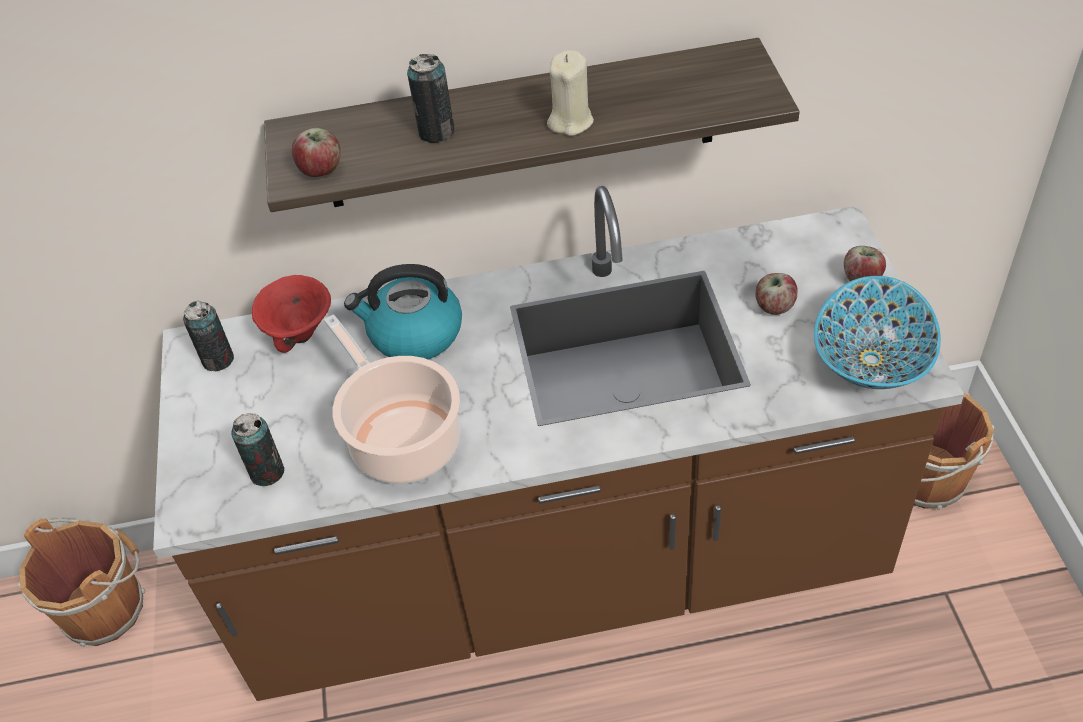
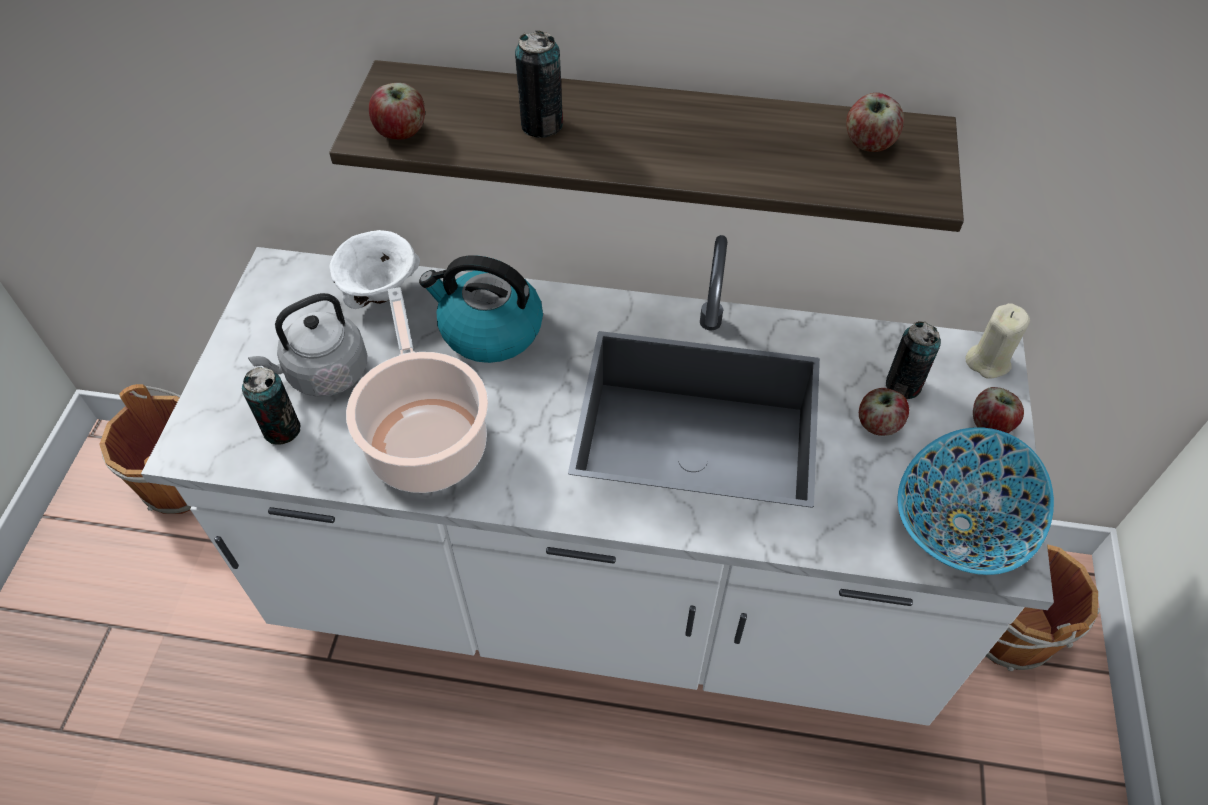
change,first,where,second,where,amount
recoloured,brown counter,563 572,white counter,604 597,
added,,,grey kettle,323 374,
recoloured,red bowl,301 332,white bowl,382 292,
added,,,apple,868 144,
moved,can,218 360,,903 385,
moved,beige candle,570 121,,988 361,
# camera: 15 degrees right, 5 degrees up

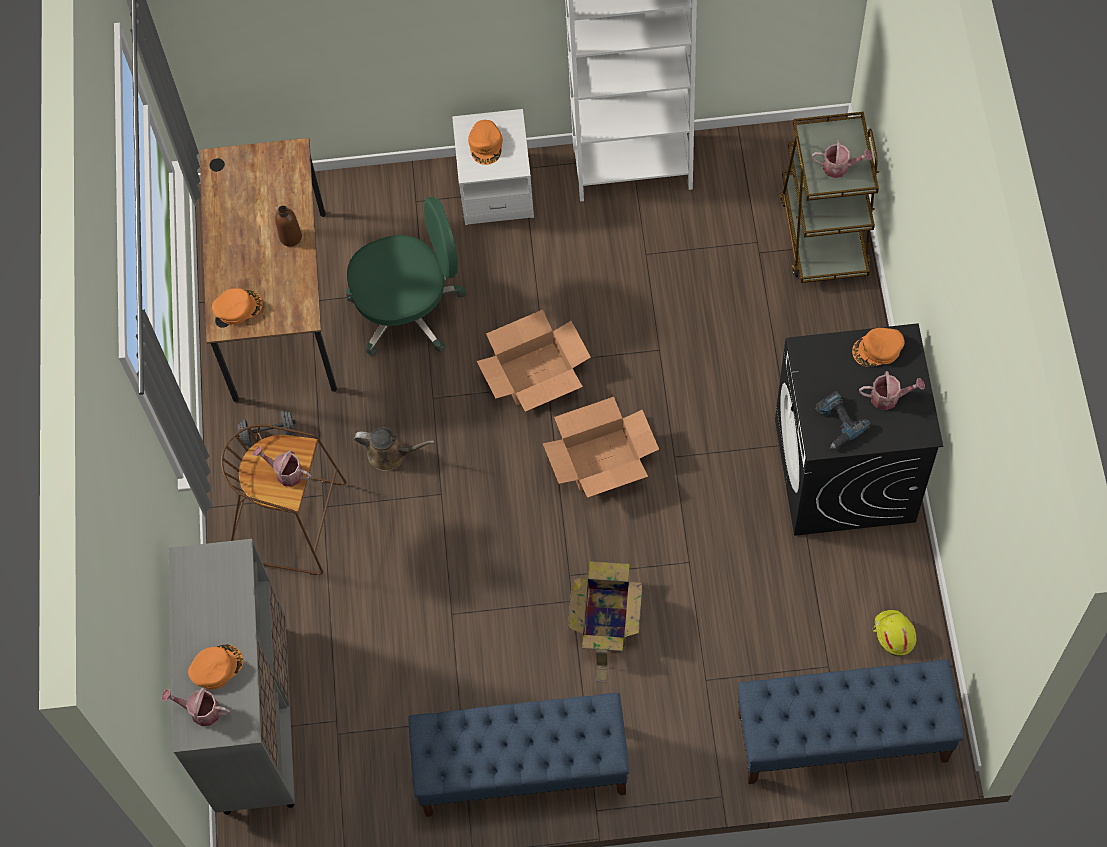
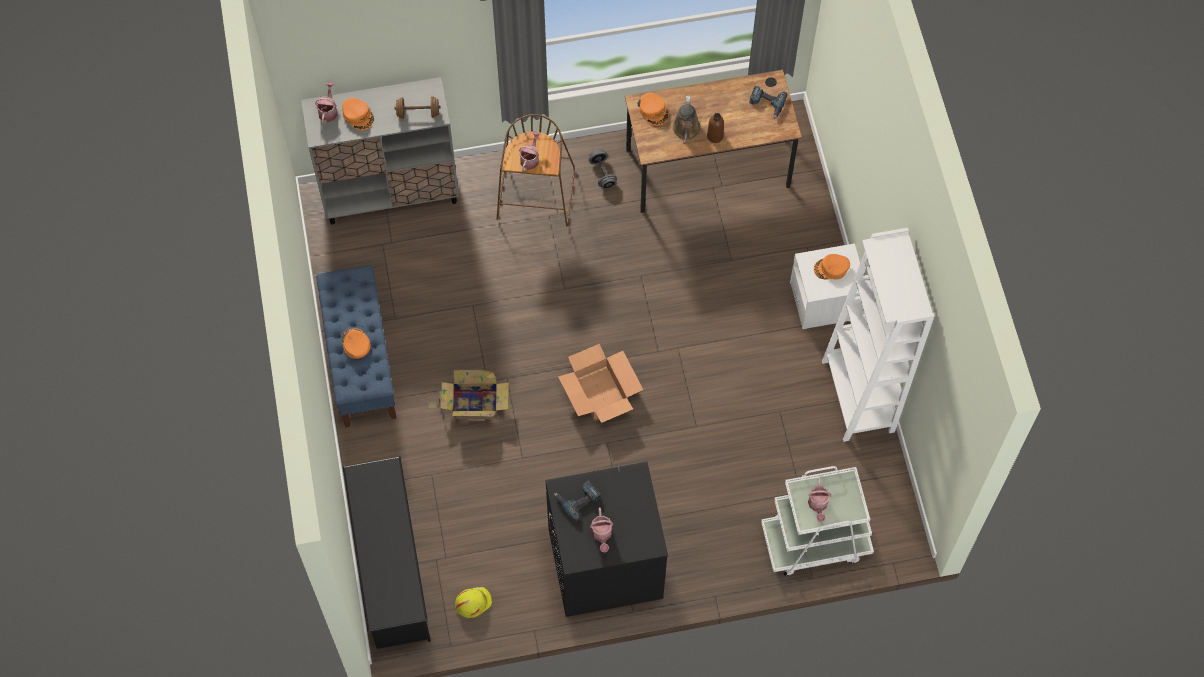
change,first,where,second,where,amount
moved,orange cap,877 349,,355 344,
replaced,blue bench,841 738,black shoe rack,391 568,
added,,,brown dumbbell,418 113,
moved,brown watering can,390 454,,686 130,
added,,,power drill,766 104,
recoloured,brown cart,823 233,white cart,815 541,
removed,green office chair,409 309,,,
removed,cardboard box,535 373,,,
# camera: 80 degrees right, 0 degrees up

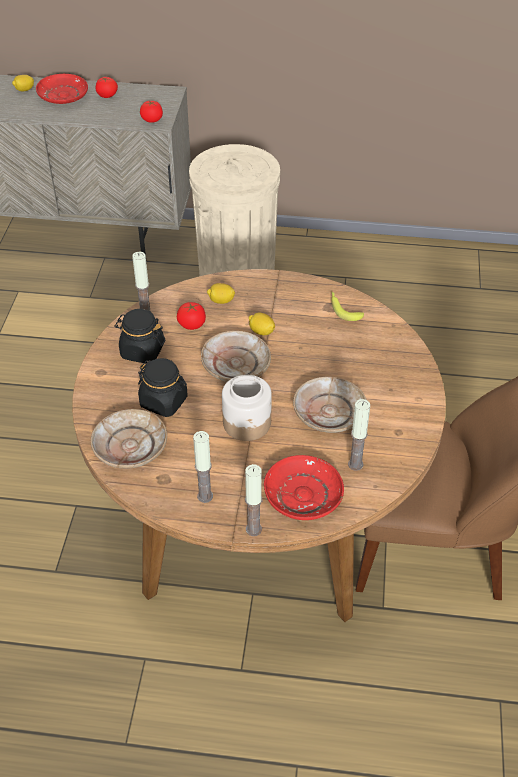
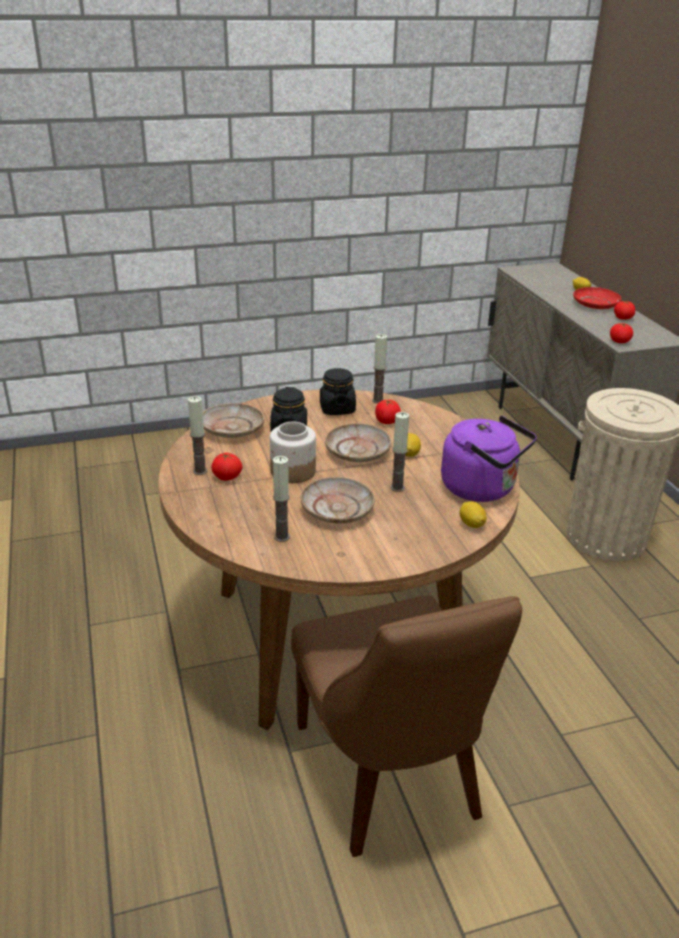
change,first,where,second,where,amount
added,,,tomato,227 477,
moved,candle,253 529,,397 487,
replaced,banana,343 309,purple kettle,482 489,
moved,lemon,221 301,,471 524,
removed,red plate,303 494,,,
# camera: 65 degrees right, 15 degrees down

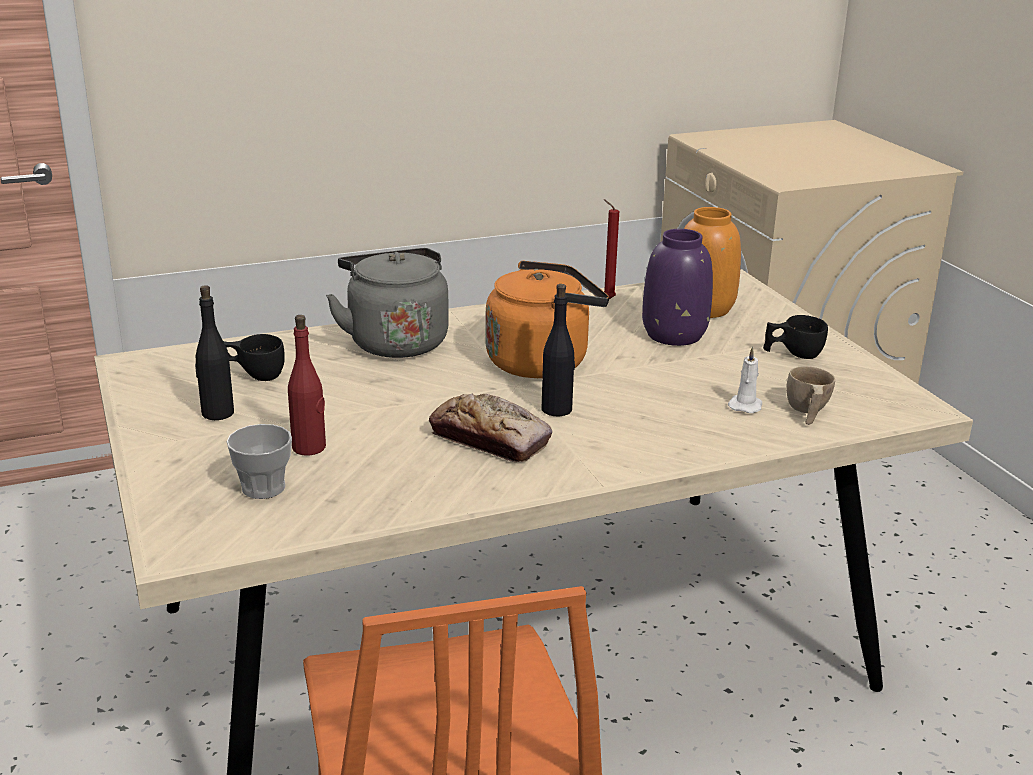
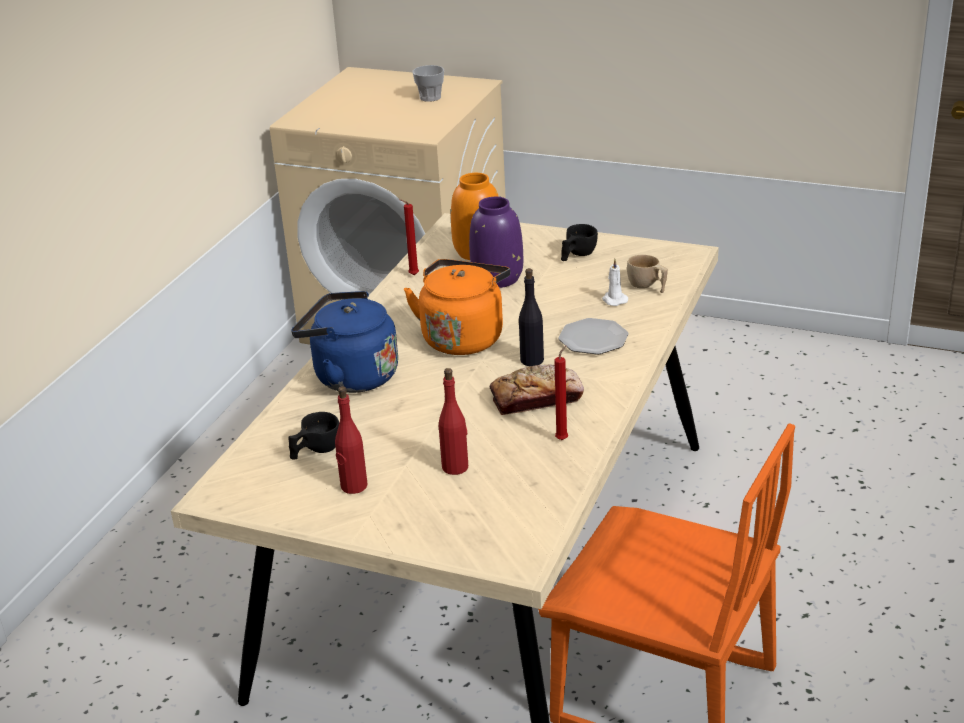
change,first,where,second,where,amount
recoloured,grey kettle,395 341,blue kettle,350 376,
recoloured,black bottle,217 413,red bottle,353 486,
moved,cup,263 487,,430 97,
added,,,red candle,563 439,
added,,,plate,593 339,
# camera: 45 degrees left, 5 degrees up

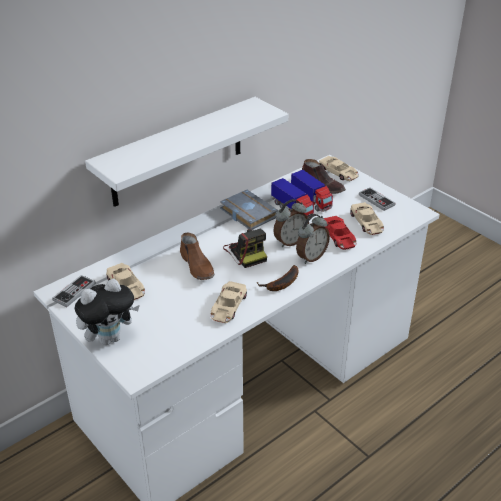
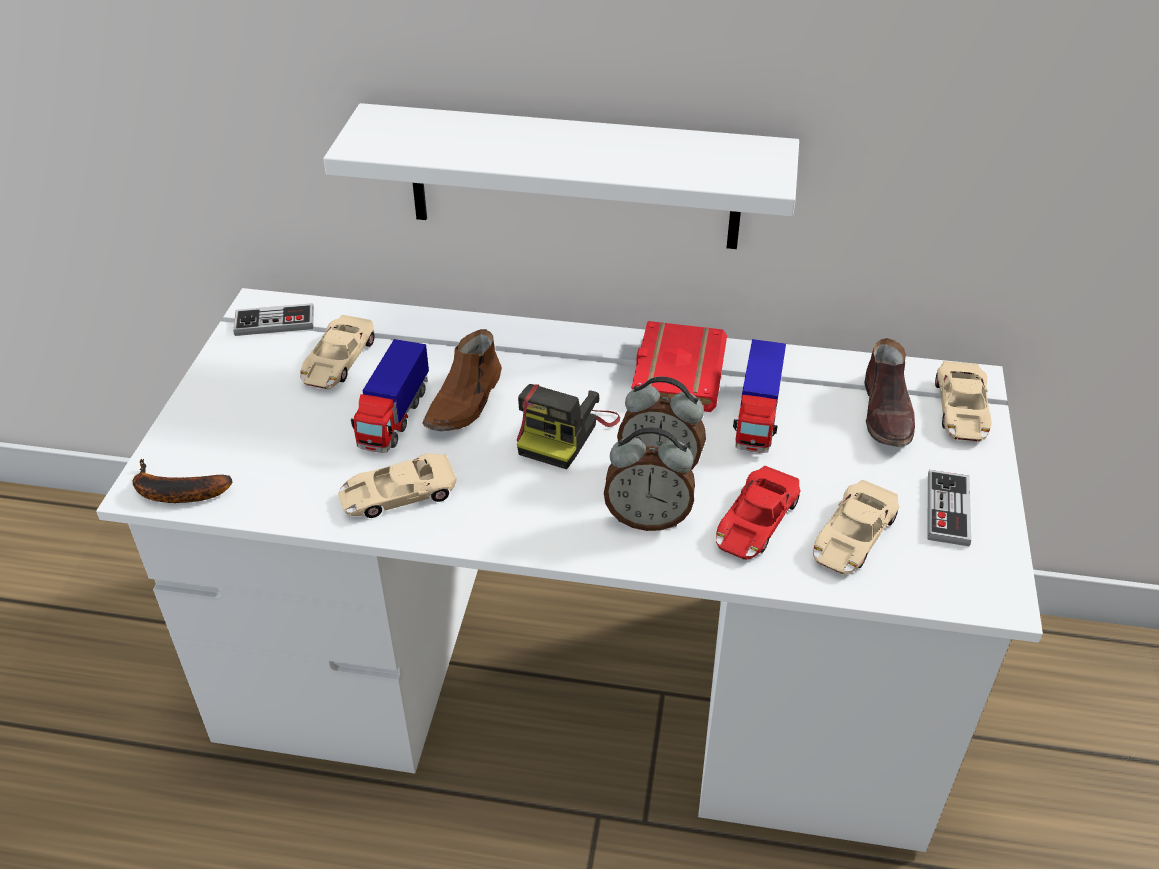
change,first,where,second,where,amount
moved,banana,281 284,,173 492,
moved,toy truck,311 201,,394 418,
recoloured,grey book,247 213,red book,675 372,
removed,plush toy,110 338,,,
# camera: 50 degrees right, 5 degrees up

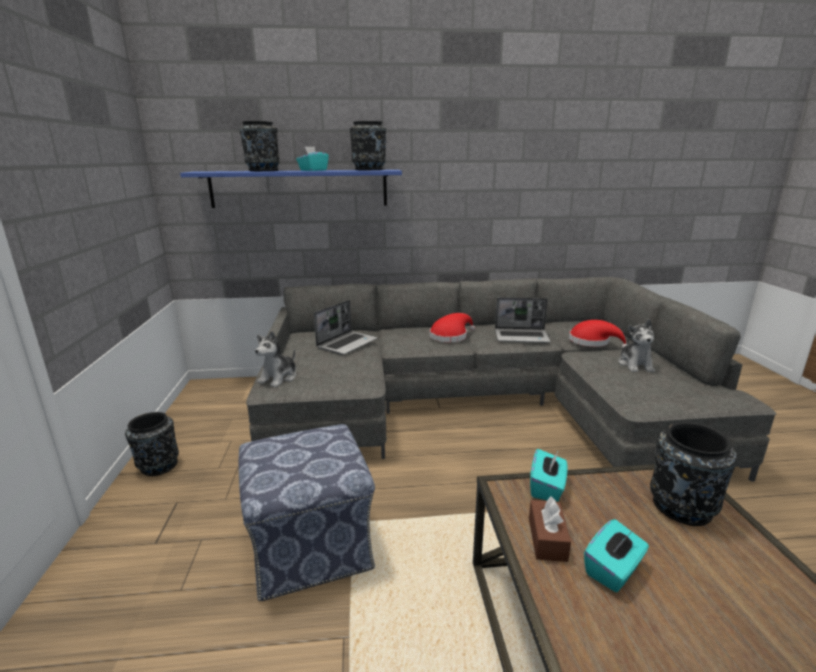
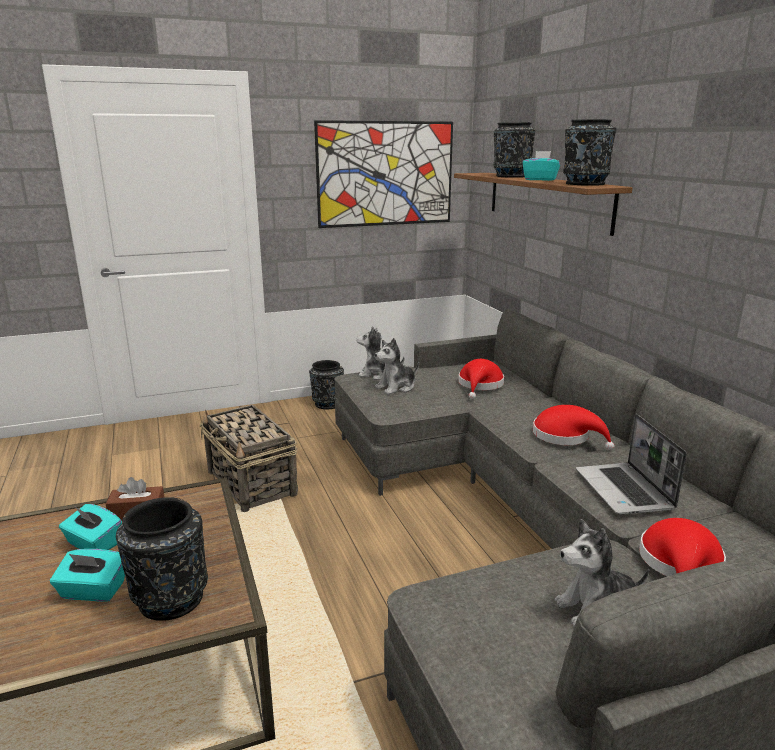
change,first,where,second,where,amount
moved,turquoise tissue box,547 488,,93 591,
replaced,ottoman,311 544,basket,252 484,
added,,,picture,385 174,
added,,,plush toy,396 387,
recoloured,blue shelf,299 188,brown shelf,546 200,
replaced,laptop,347 343,red hat,480 385,
# camera: 75 degrees right, 0 degrees up

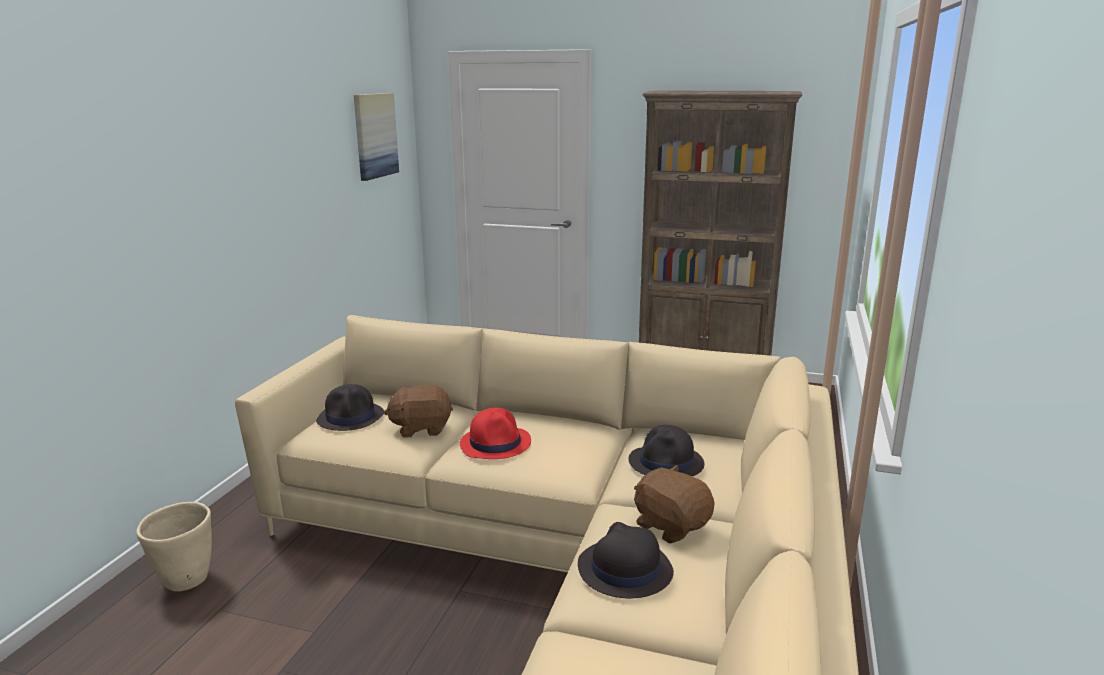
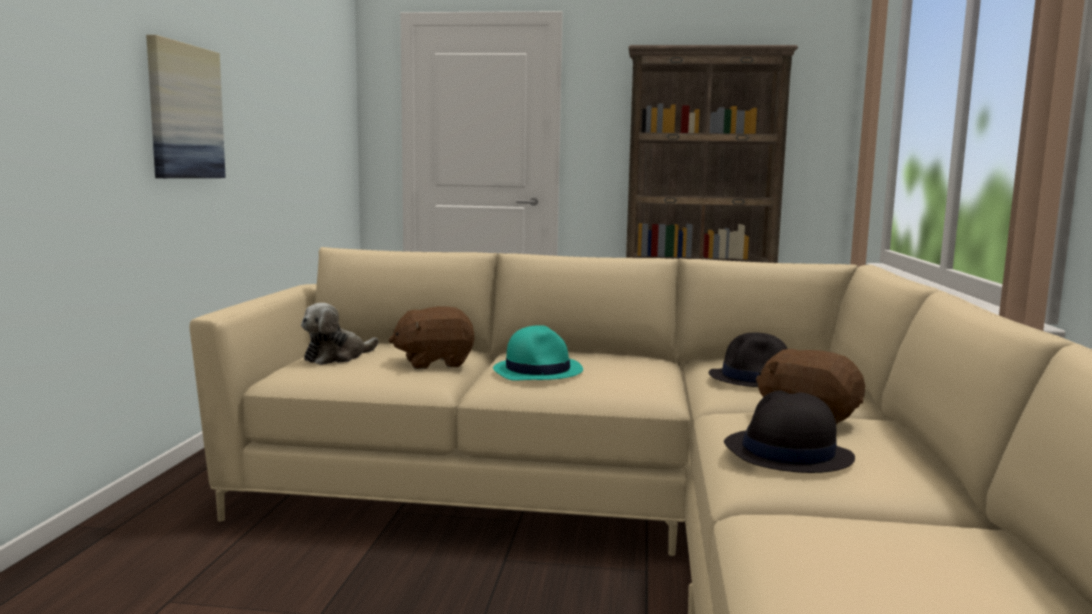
change,first,where,second,where,amount
moved,picture,375 135,,184 112,
replaced,black hat,351 417,plush toy,337 357,
recoloured,red hat,496 443,turquoise hat,538 370,
removed,beige planter,185 580,,,
# camera: 10 degrees left, 10 degrees down

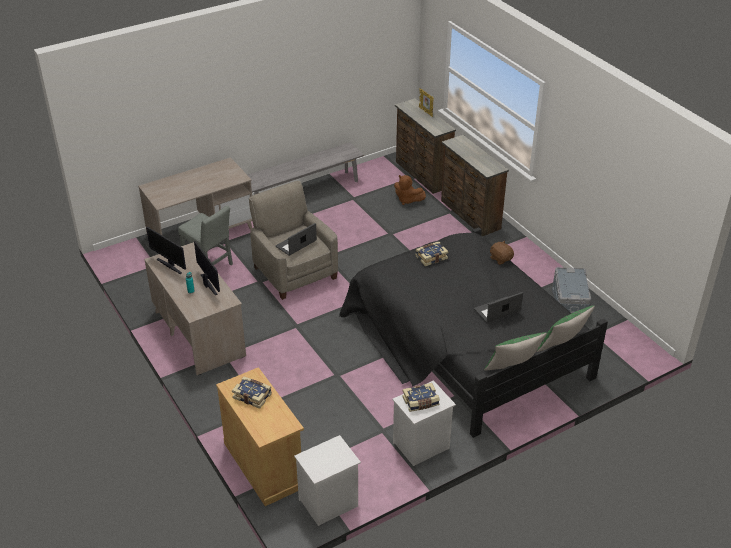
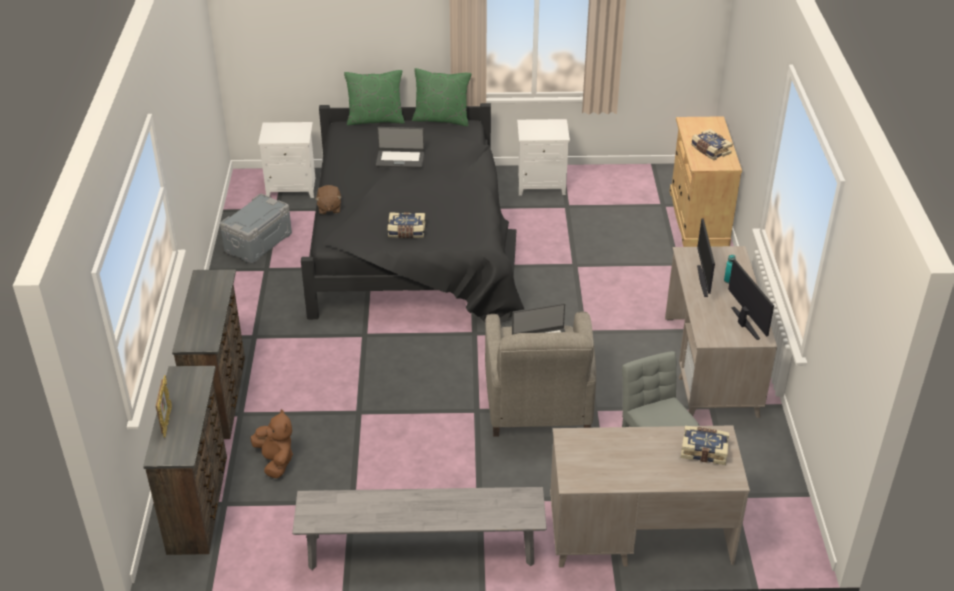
change,first,where,second,where,amount
moved,white nightstand,328 504,,292 187,
moved,book,421 402,,704 450,
# camera: 150 degrees left, 0 degrees up

